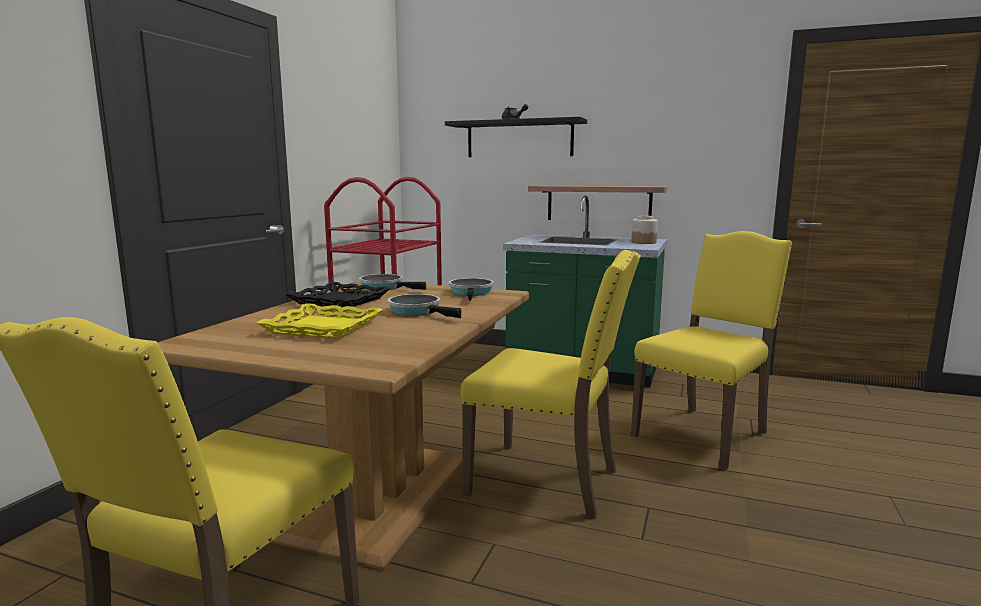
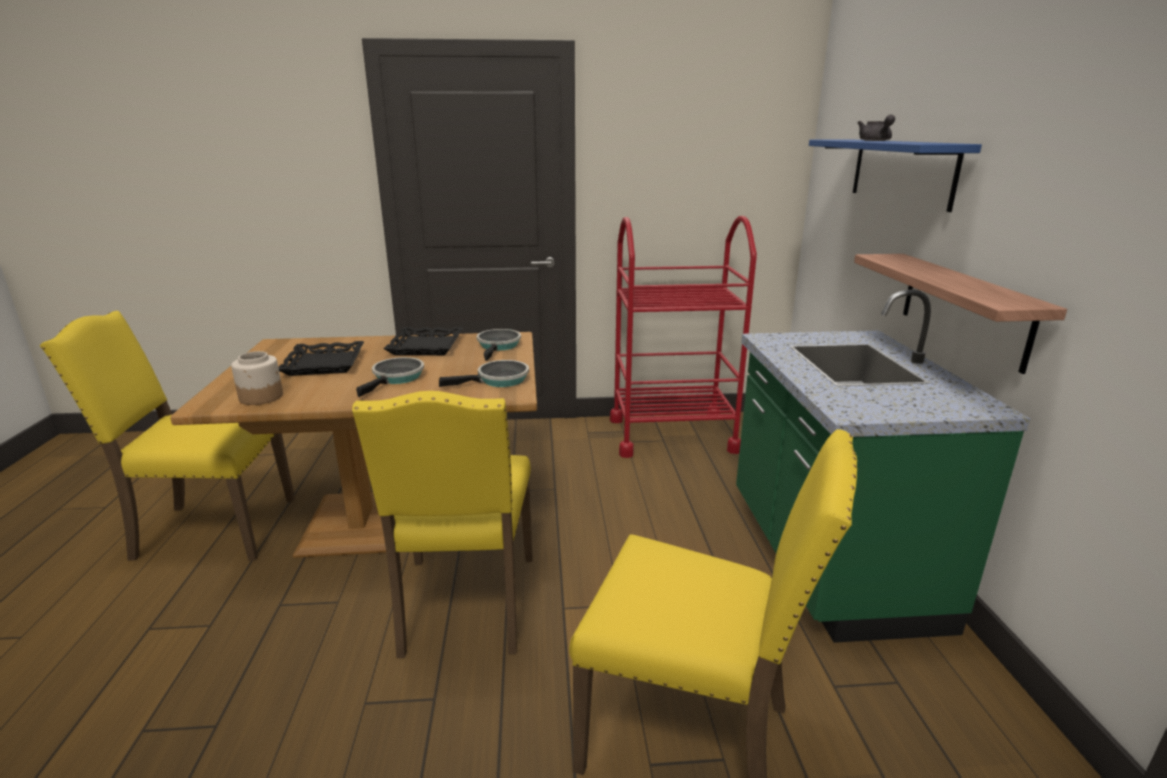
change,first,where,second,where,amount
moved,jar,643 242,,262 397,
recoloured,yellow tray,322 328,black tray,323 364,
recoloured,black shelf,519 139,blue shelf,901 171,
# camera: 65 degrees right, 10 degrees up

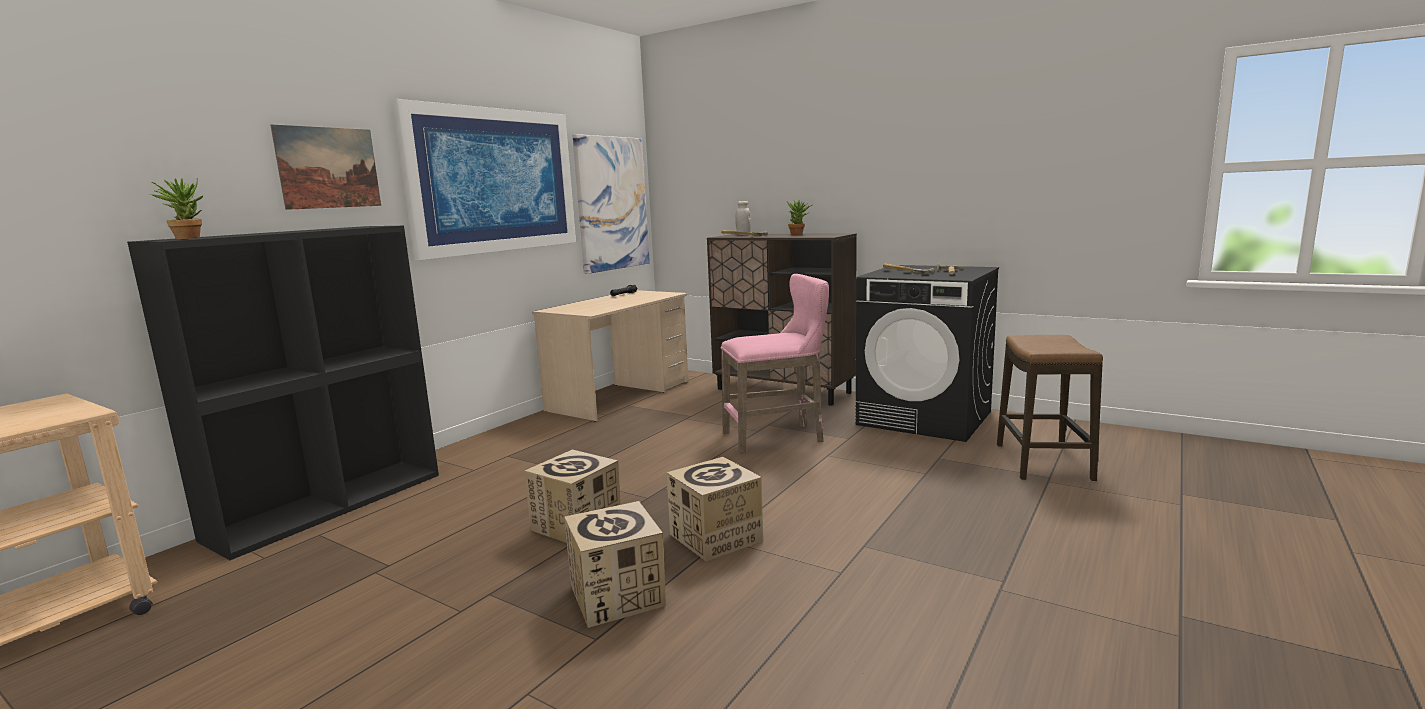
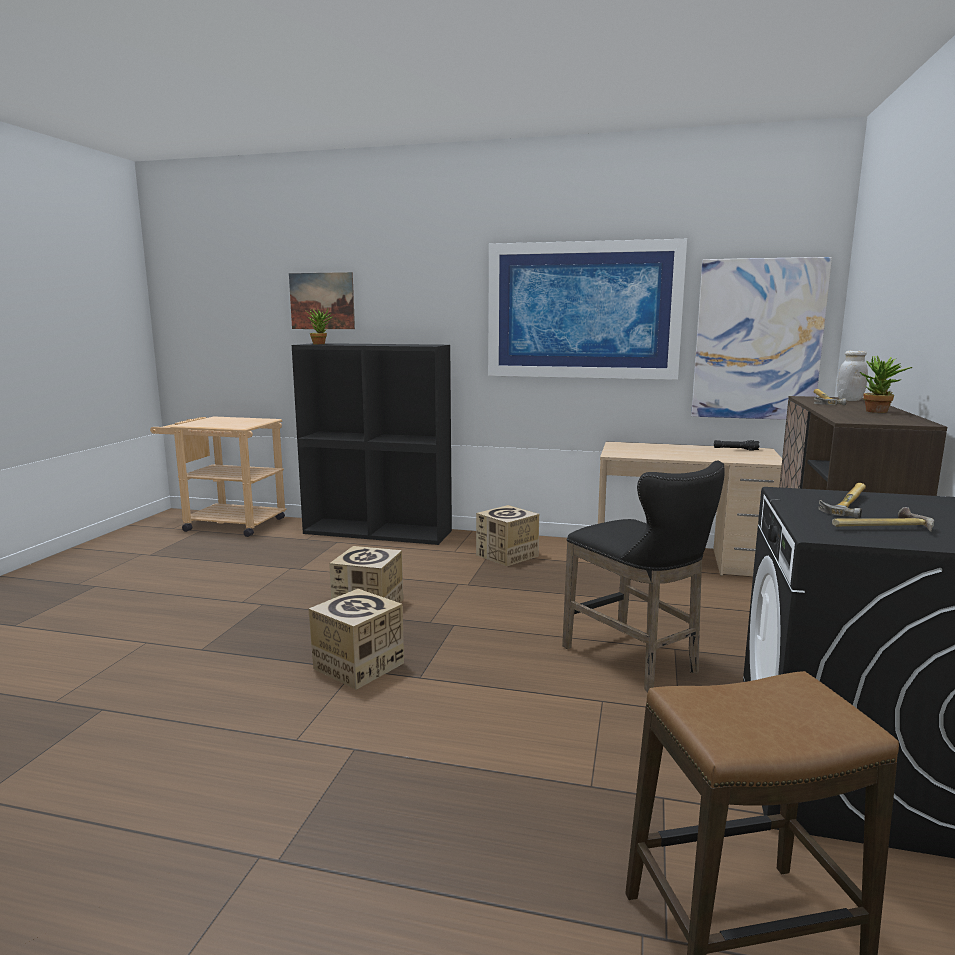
change,first,where,second,where,amount
moved,picture,328 168,,322 301,
moved,cardboard box,617 596,,507 555,
recoloured,pink stool,778 437,black stool,636 661,
# camera: 70 degrees right, 0 degrees up

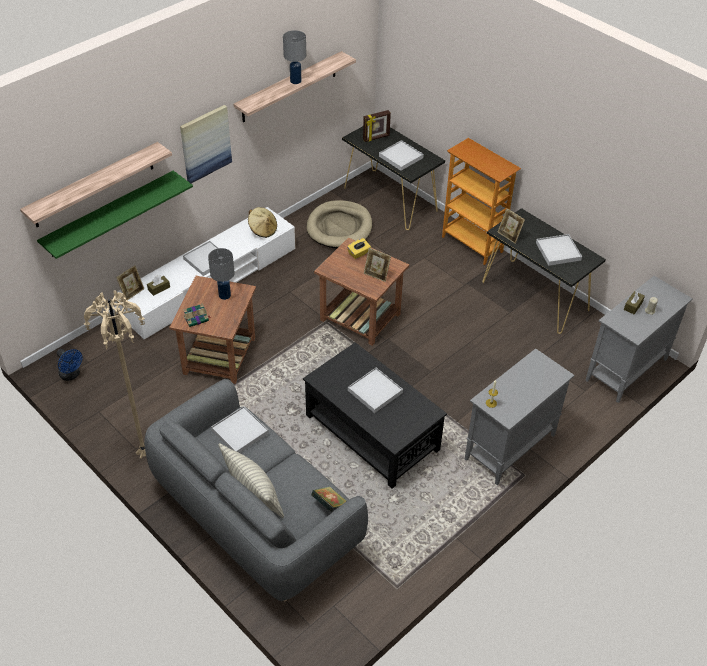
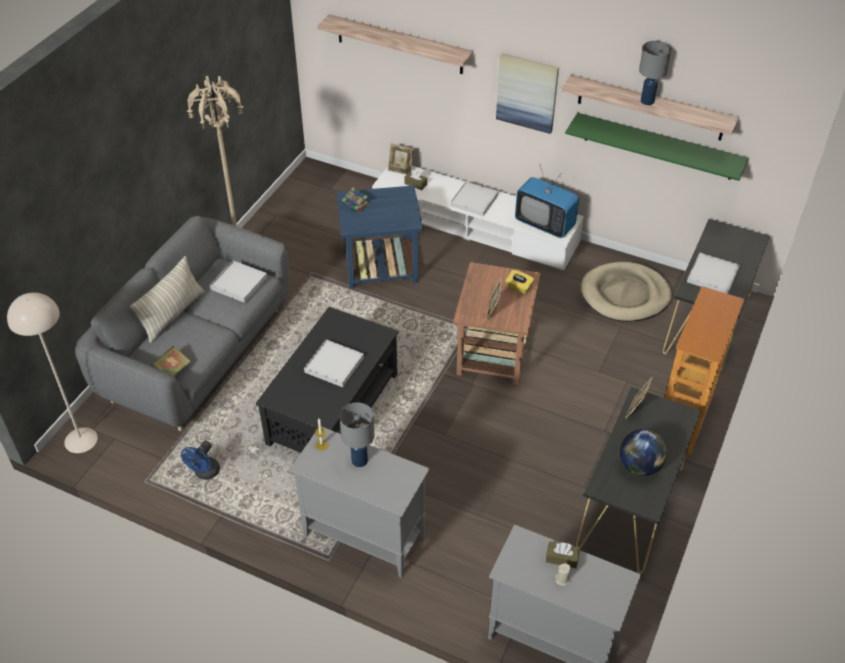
change,first,where,second,where,amount
added,,,beige floor lamp,81 439,
moved,blue fan,71 375,,205 473,
recoloured,brown side table,220 354,blue side table,382 266,
moved,grey table lamp,225 295,,359 461,
replaced,beige hat,263 230,television,544 224,
moved,green shelf,110 214,,658 146,
replaced,white tray,558 251,globe,639 466,
removed,picture frame,376 138,,,
# camera: 70 degrees right, 0 degrees up

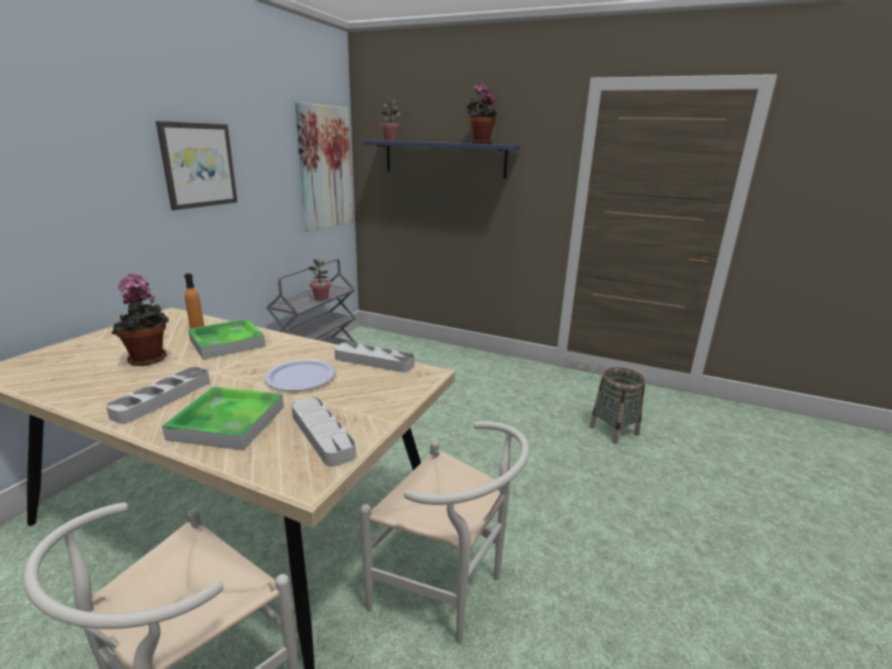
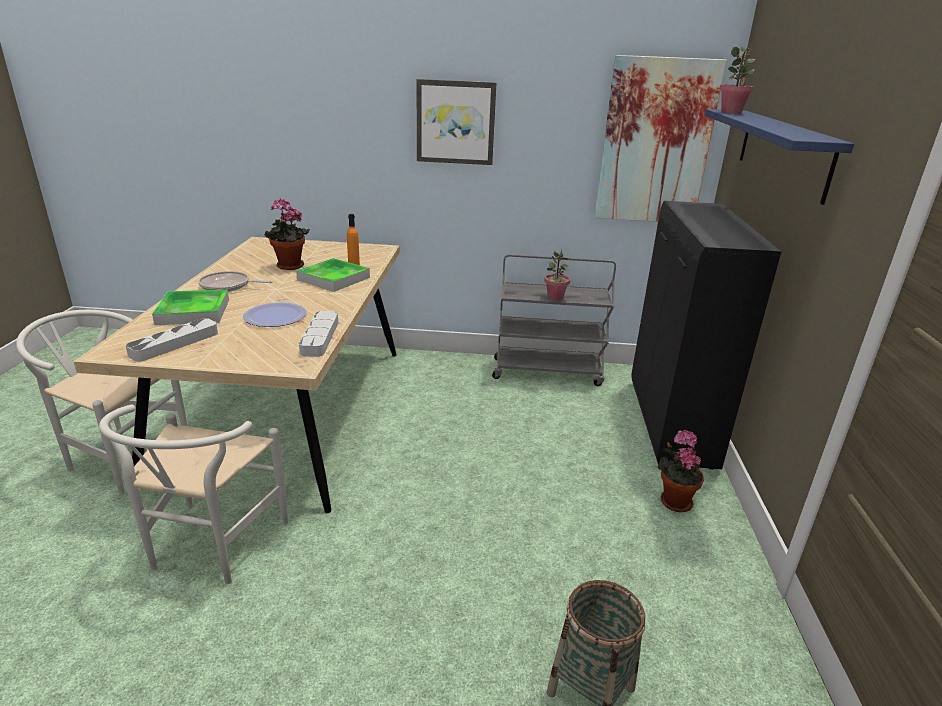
change,first,where,second,where,amount
replaced,grey tray,163 398,frying pan,228 286,
added,,,black cabinet,670 424,
moved,potted plant,479 143,,673 500,
# camera: 70 degrees right, 5 degrees up

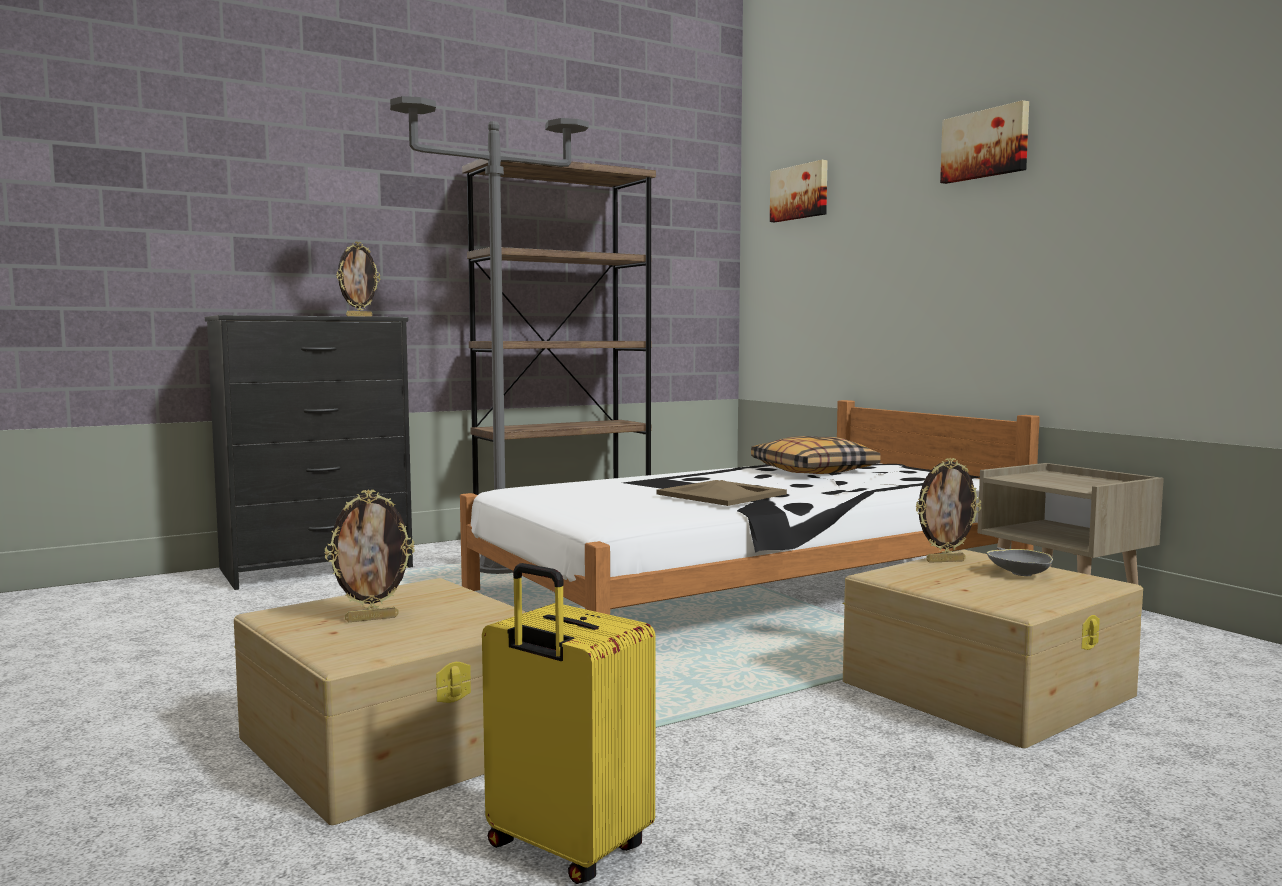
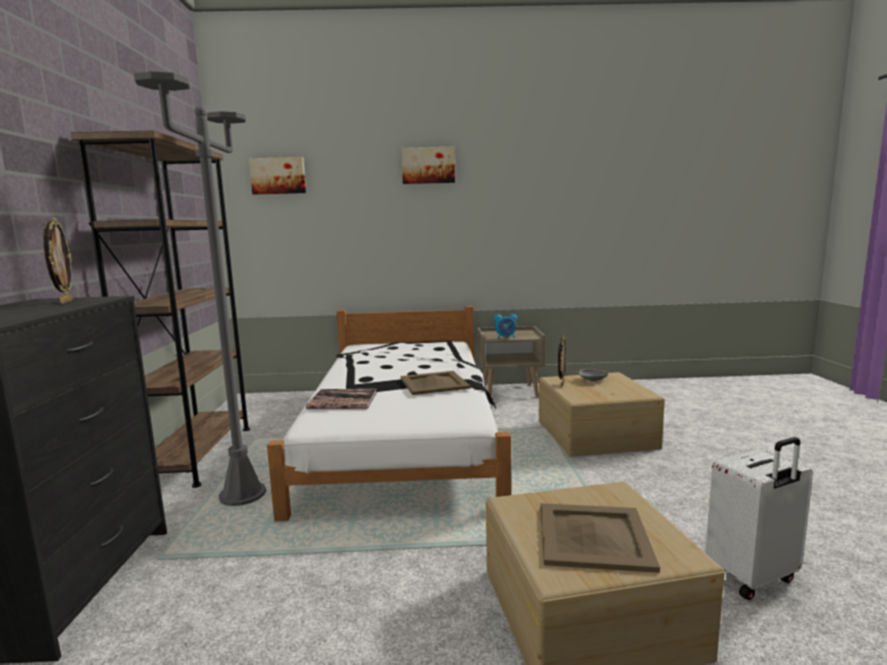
change,first,where,second,where,amount
added,,,book,343 400,
added,,,alarm clock,506 337,
replaced,picture frame,372 618,beige tray,592 536,
recoloured,yellow suitcase,565 850,white suitcase,752 578,
removed,pillow,812 471,,,
# camera: 60 degrees left, 5 degrees up

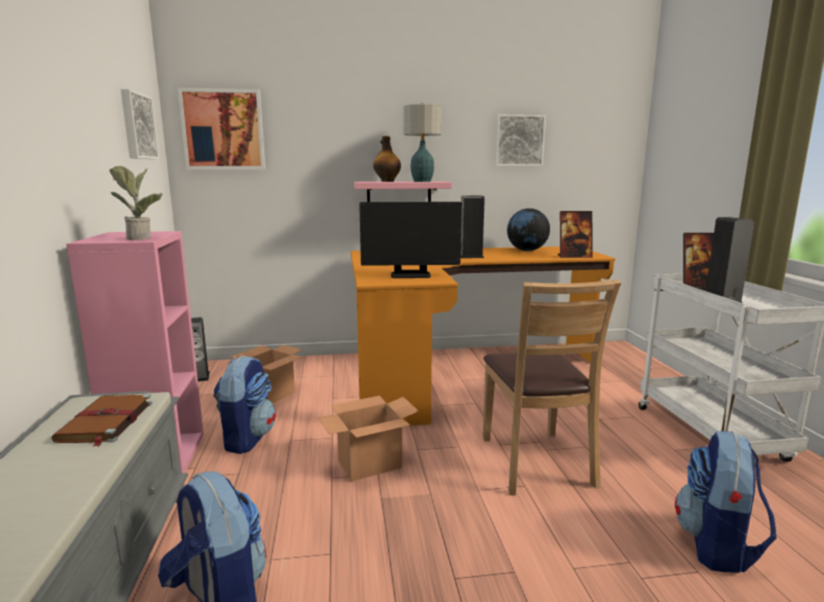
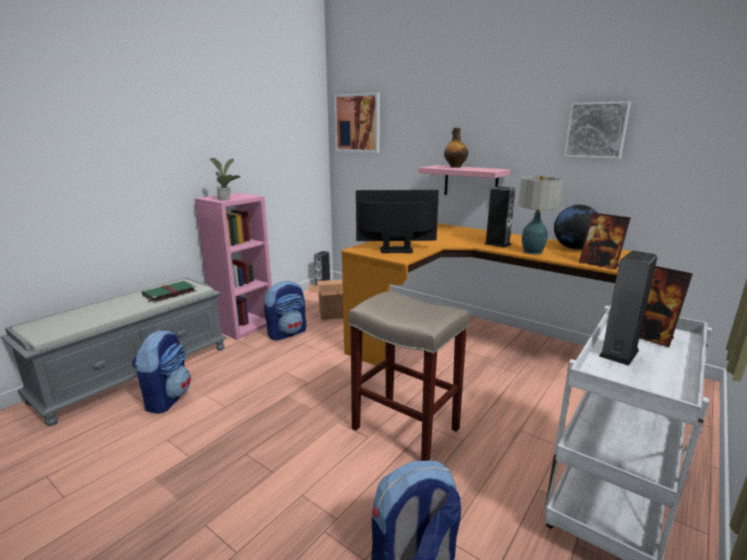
change,first,where,second,where,amount
recoloured,brown book,105 422,green book,168 293,
replaced,brown chair,535 462,beige stool,404 428,
turned,monitor,410 275,,396 250,135 degrees clockwise
moved,table lamp,422 181,,532 252,
removed,picture,137 126,,,
removed,cardboard box,369 465,,,
# camera: 45 degrees right, 5 degrees up

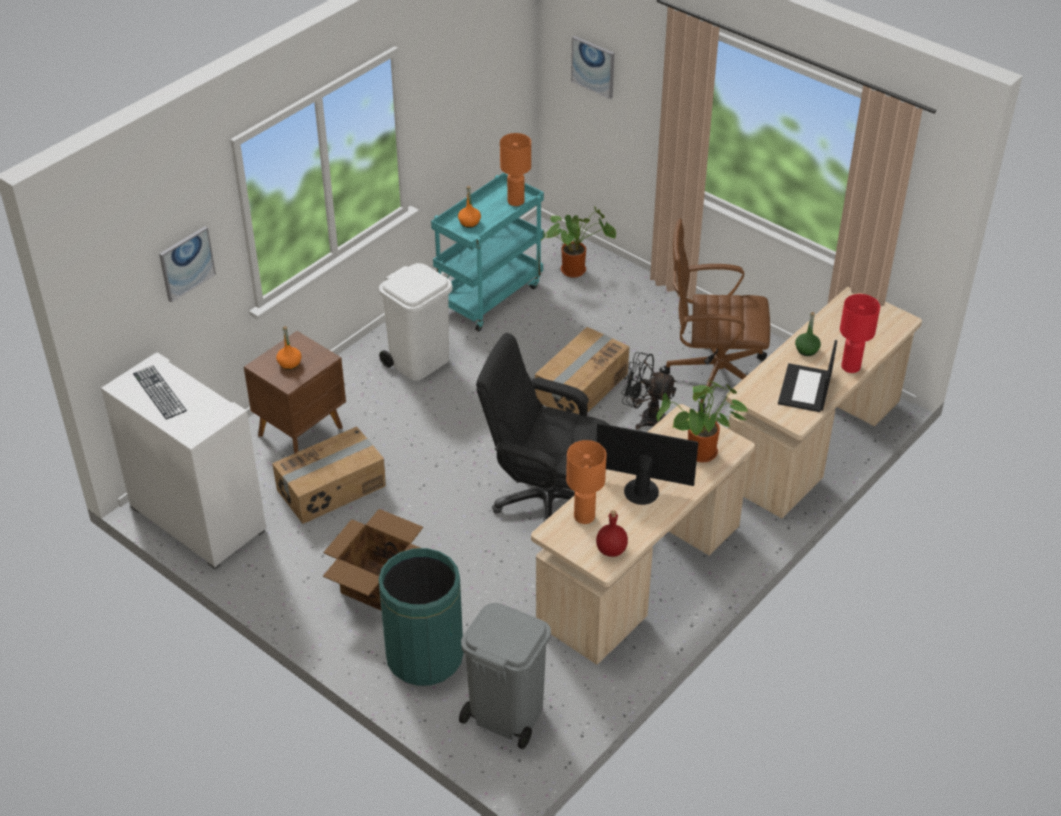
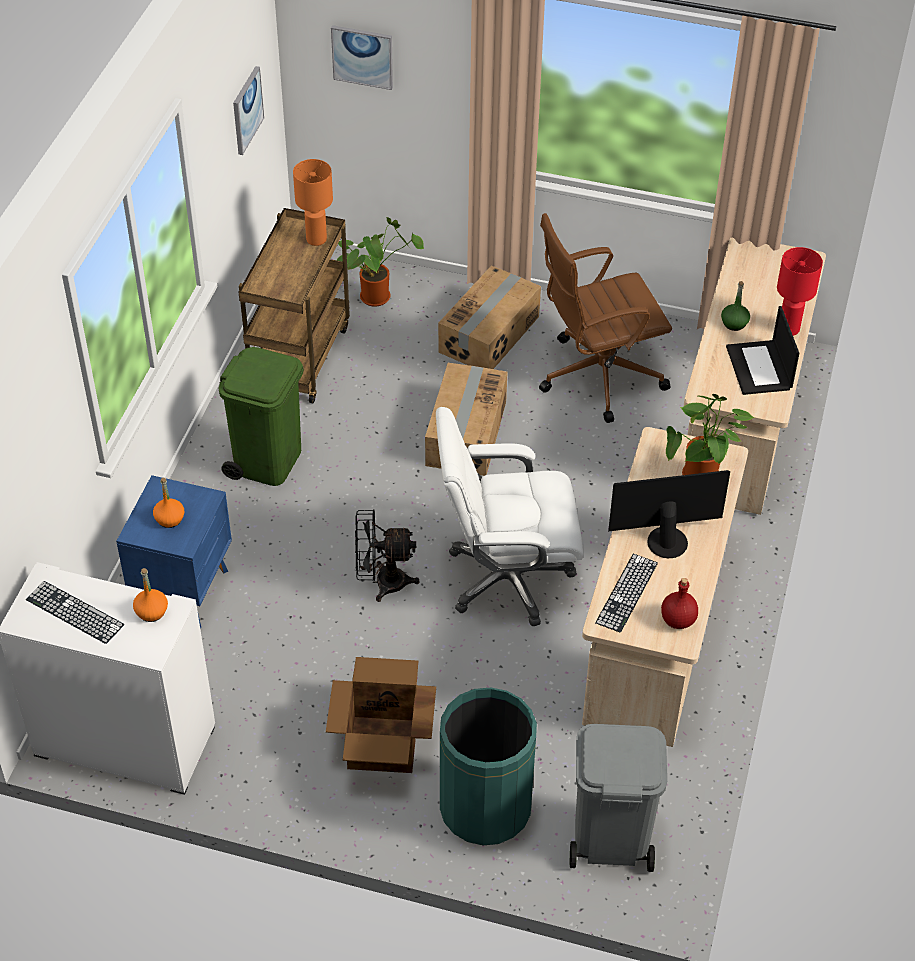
change,first,where,second,where,amount
recoloured,brown nightstand,302 431,blue nightstand,183 591,
moved,orange bottle,469 223,,152 612,
recoloured,white trash can,419 361,green trash can,268 460,
moved,picture,186 263,,246 110,
recoloured,turquoise cart,489 296,brown cart,299 356,
moved,black fan,646 417,,382 582,
recoloured,black office chair,546 500,white office chair,506 578,
moved,cardboard box,332 488,,490 334,
replaced,orange table lamp,584 517,keyboard,627 593,
# camera: 25 degrees left, 5 degrees up

